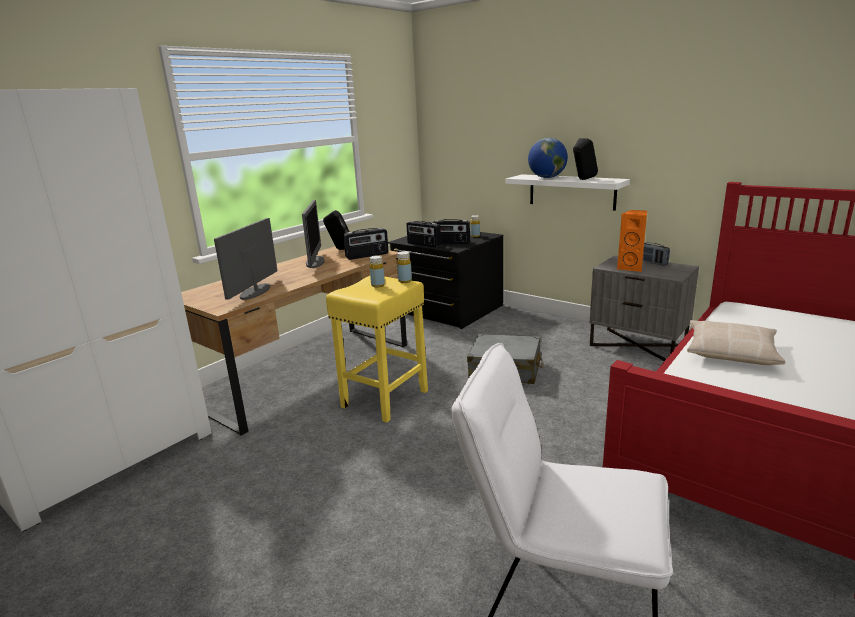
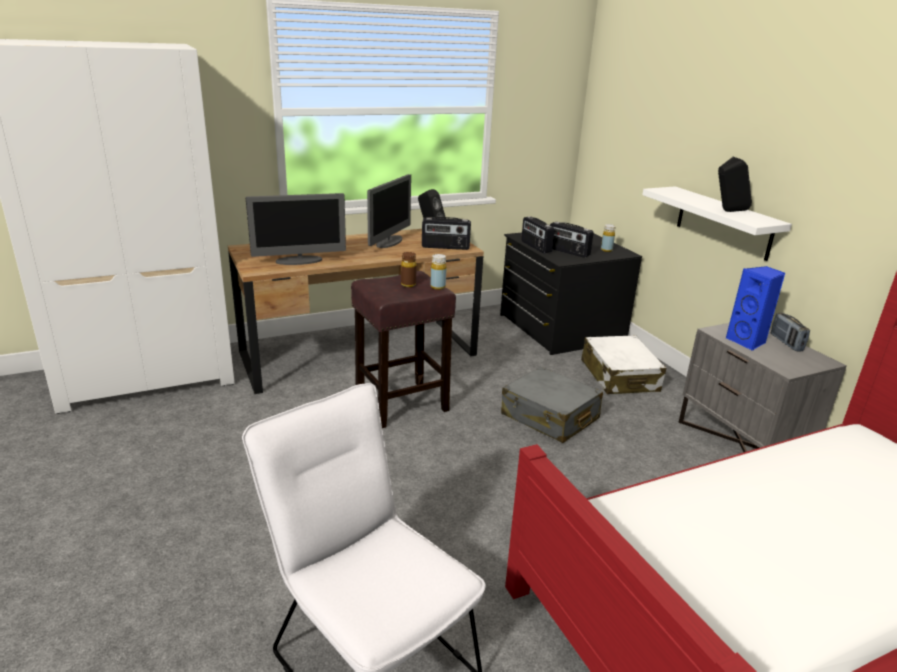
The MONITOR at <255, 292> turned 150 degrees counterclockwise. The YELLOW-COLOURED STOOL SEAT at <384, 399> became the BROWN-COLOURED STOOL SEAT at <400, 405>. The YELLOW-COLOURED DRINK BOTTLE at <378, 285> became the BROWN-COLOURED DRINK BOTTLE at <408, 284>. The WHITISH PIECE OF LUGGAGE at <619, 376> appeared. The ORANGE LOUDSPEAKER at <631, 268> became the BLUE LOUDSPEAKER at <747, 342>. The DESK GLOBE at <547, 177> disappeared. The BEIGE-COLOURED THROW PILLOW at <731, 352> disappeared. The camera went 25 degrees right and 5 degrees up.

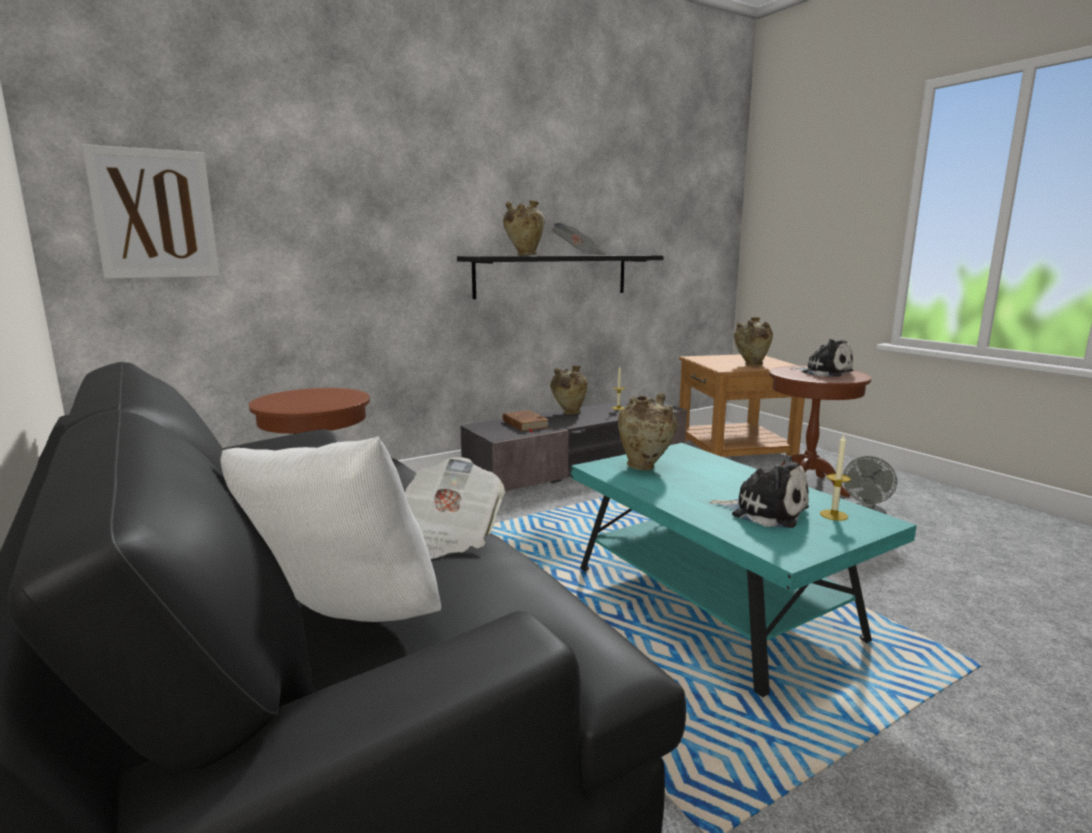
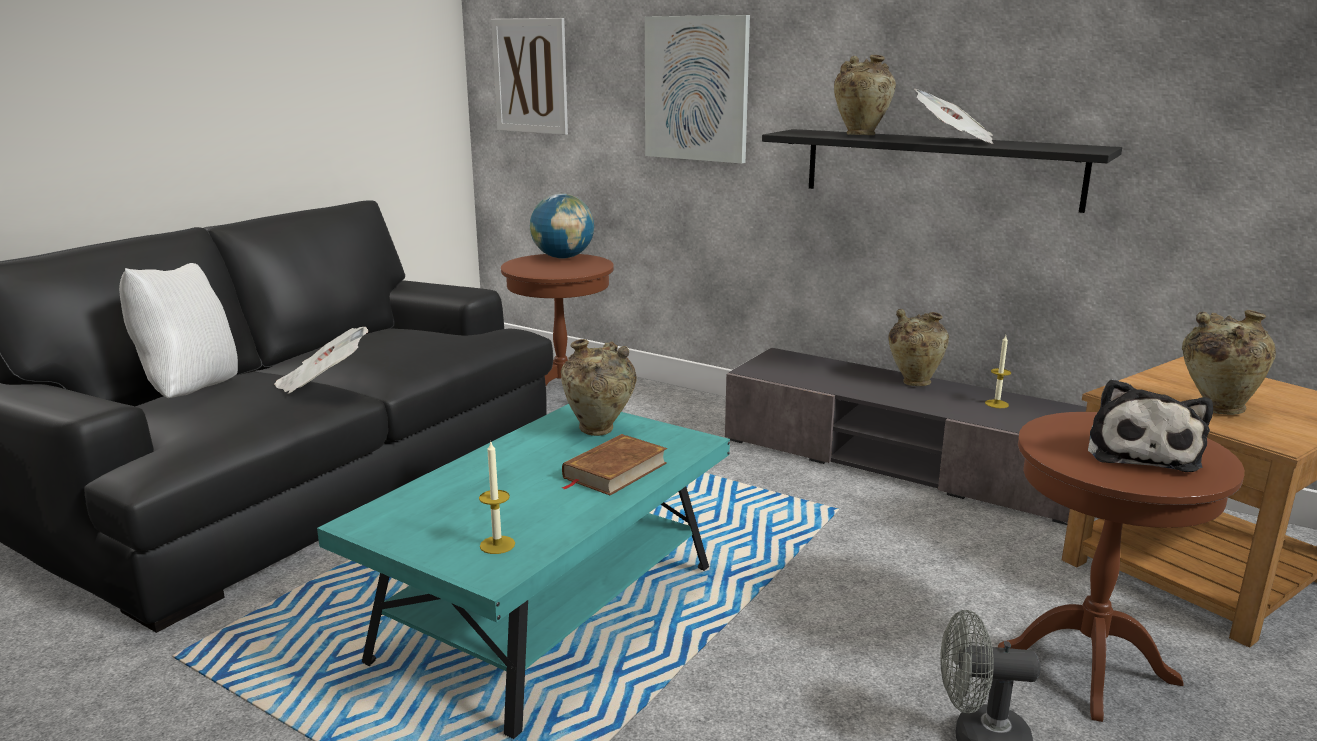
The DESK GLOBE at <563, 257> appeared. The BROWN-COLOURED BOUND BOOK moved from <525, 424> to <614, 470>. The WALL PICTURE at <697, 89> appeared. The SOFT TOY at <764, 511> disappeared. The camera went 65 degrees right and 5 degrees up.

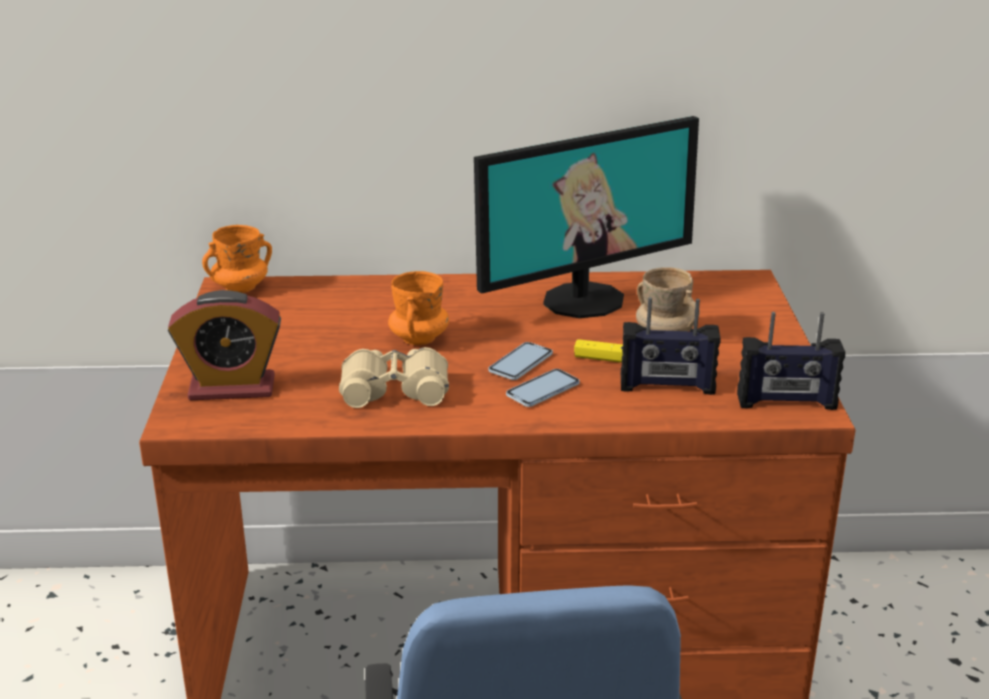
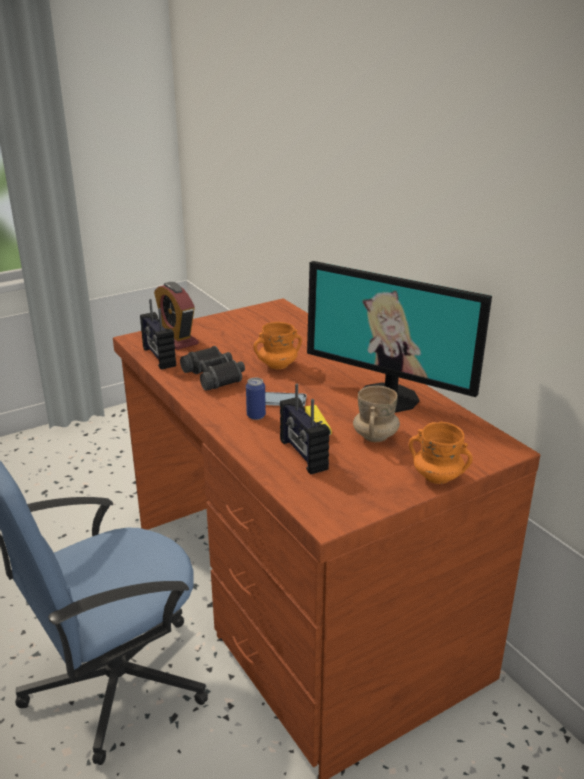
The RADIO moved from <786, 402> to <158, 357>. The BEIGE-COLOURED FIELD GLASSES at <395, 388> became the BLACK-COLOURED FIELD GLASSES at <215, 376>. The TELEPHONE at <543, 390> was replaced by the CAN at <256, 416>. The ORANGE TEA MUG moved from <240, 288> to <437, 477>. The camera went 60 degrees right and 0 degrees up.

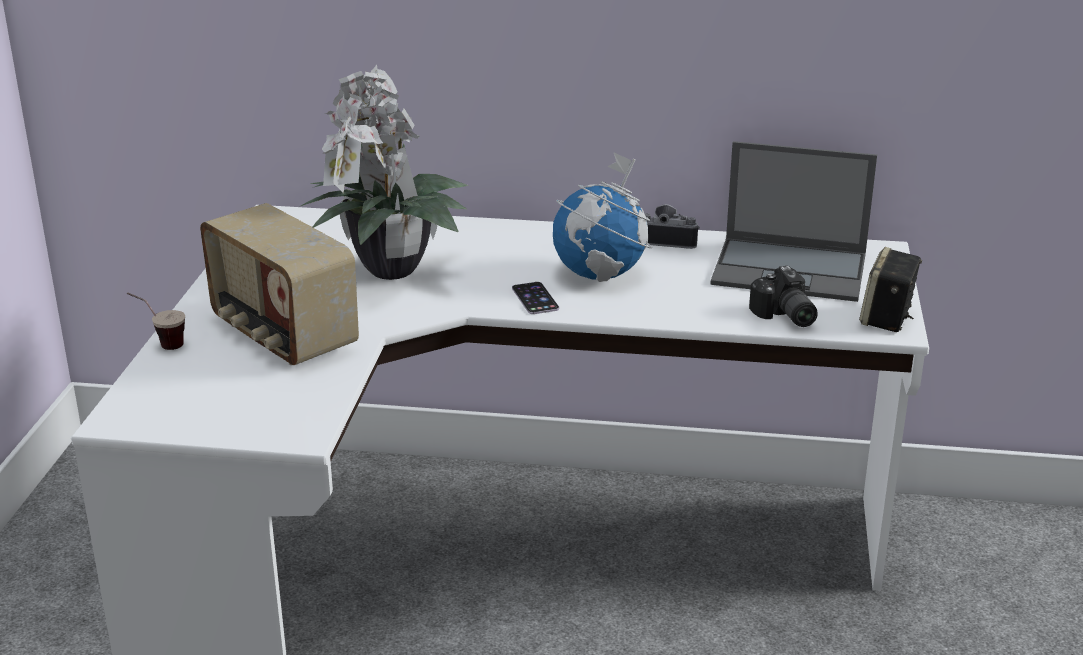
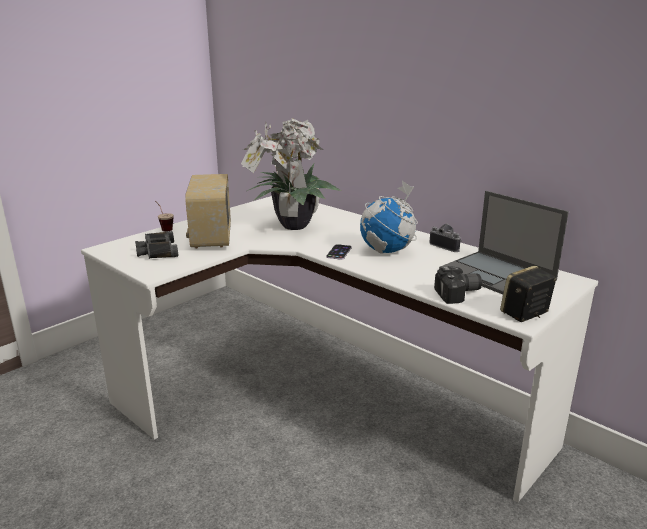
The BLACK-COLOURED FIELD GLASSES at <157, 251> appeared. The STILL CAMERA at <784, 316> turned 120 degrees counterclockwise. The camera went 35 degrees right and 5 degrees down.

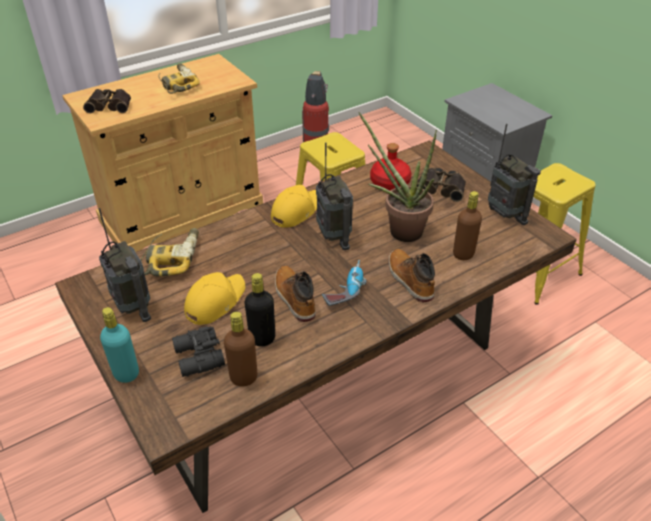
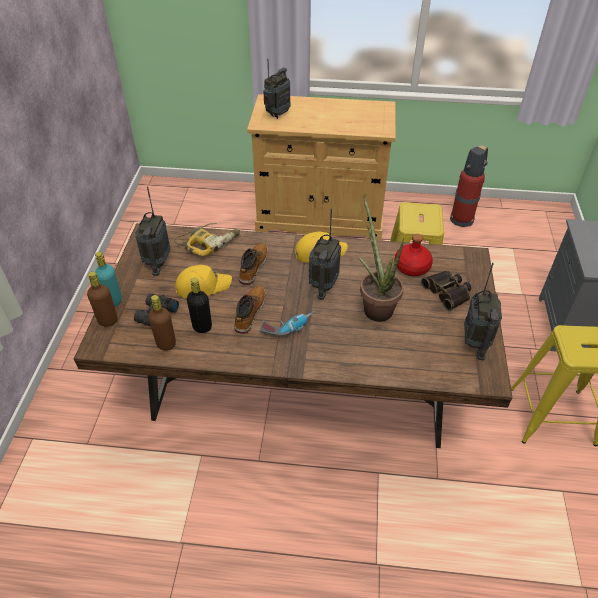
The BROWN-COLOURED DRINK BOTTLE moved from <463, 254> to <108, 320>. The BOOT moved from <409, 280> to <253, 267>. The FIELD GLASSES at <110, 105> was replaced by the RADIO at <278, 114>. The ELECTRIC DRILL at <177, 84> disappeared. The camera went 40 degrees right and 5 degrees up.

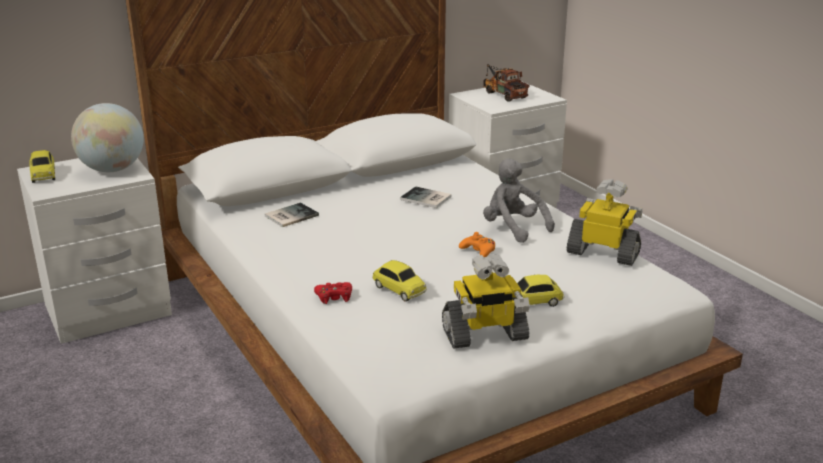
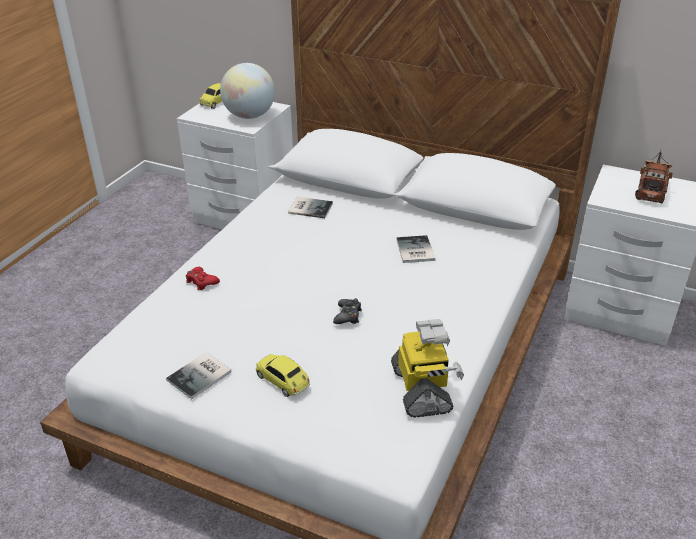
The TOY ROBOT at <484, 335> was replaced by the BOUND BOOK at <201, 376>. The ORANGE JOYPAD at <478, 250> became the BLACK-COLOURED JOYPAD at <348, 316>. The TOY CAR at <398, 289> disappeared. The GREYISH SOFT TOY at <513, 228> disappeared. The camera went 55 degrees right and 10 degrees up.

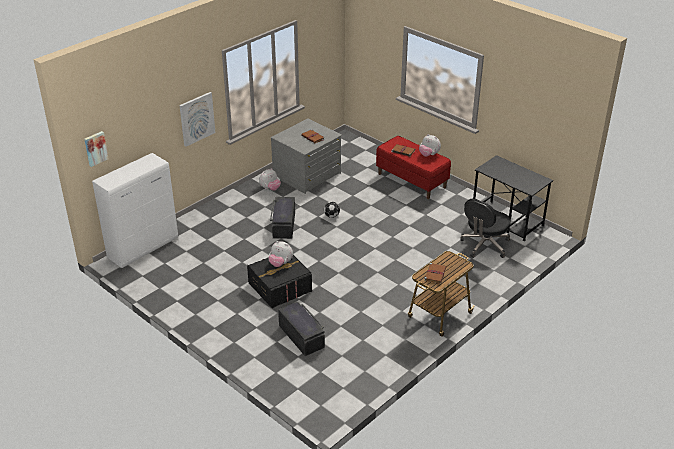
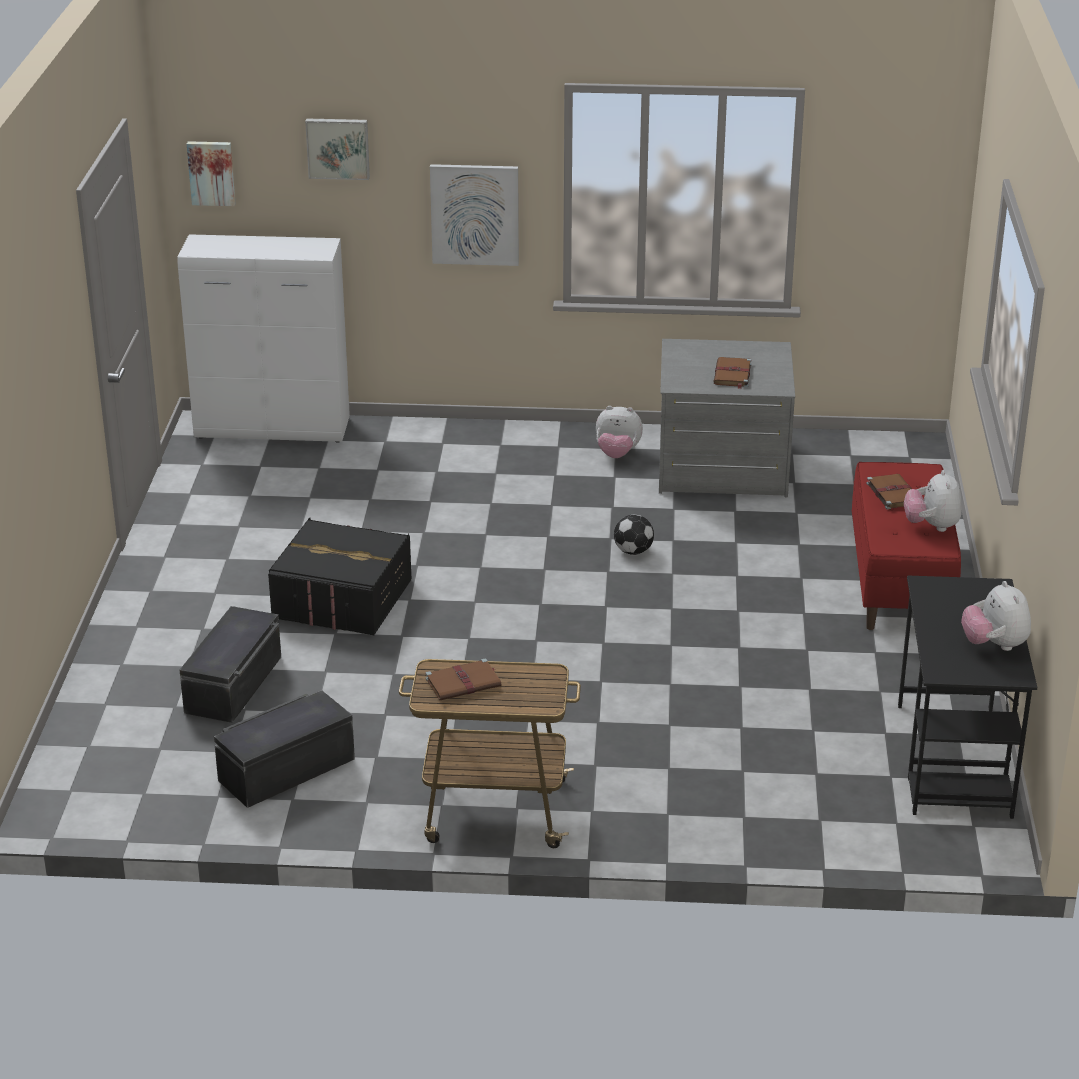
The BLACK-COLOURED STORAGE CONTAINER moved from <283, 225> to <285, 769>. The WALL PICTURE at <338, 148> appeared. The SOFT TOY moved from <280, 263> to <994, 645>. The BLACK-COLOURED DESK CHAIR at <484, 245> disappeared. The camera went 50 degrees right and 5 degrees down.

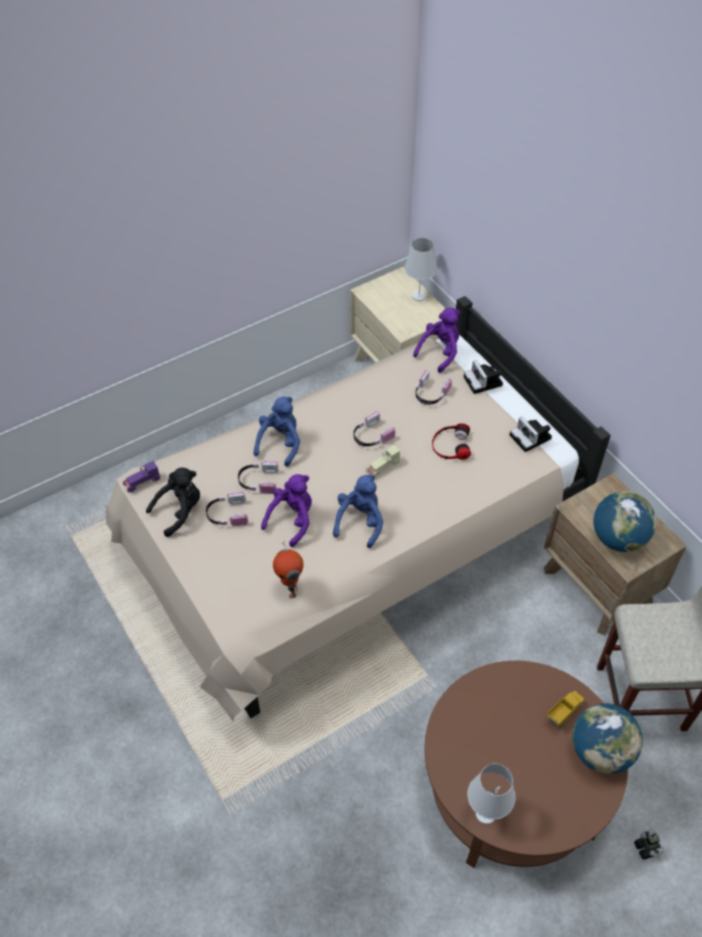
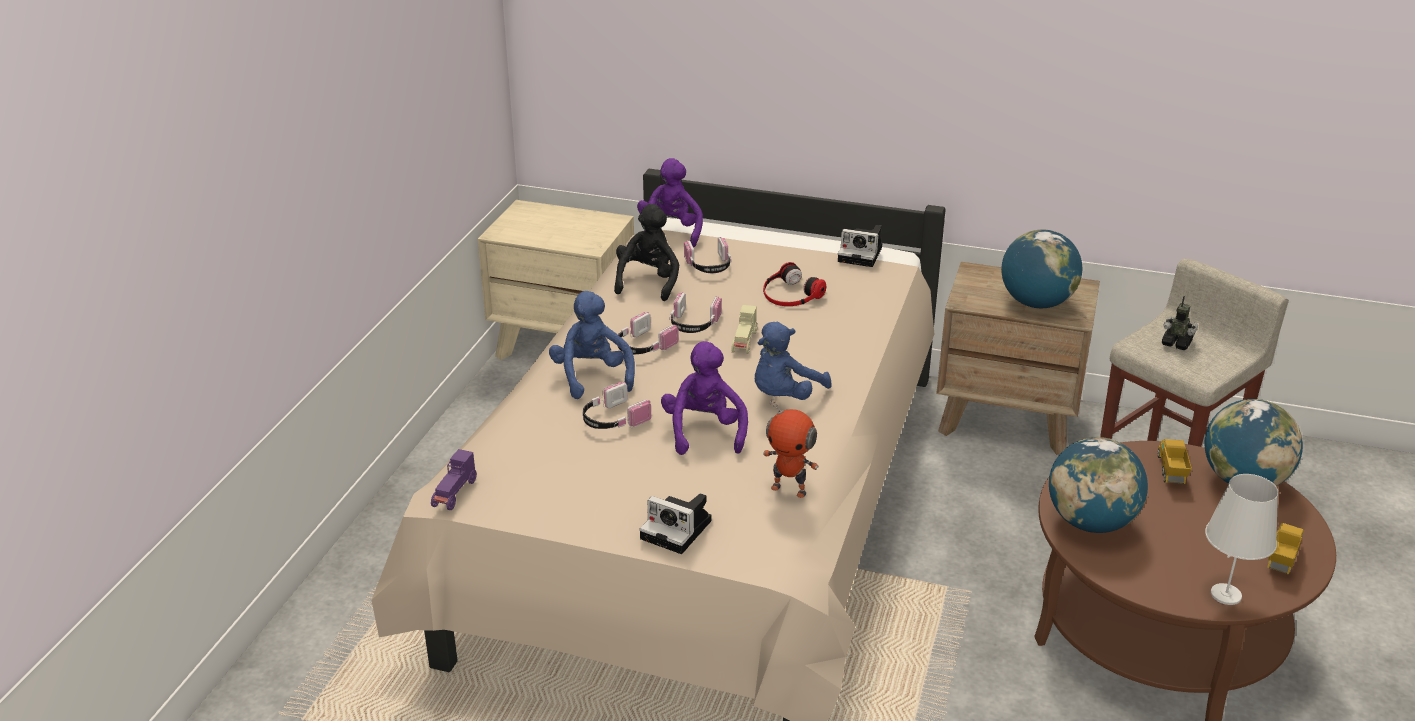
The BLACK-COLOURED SOFT TOY moved from <180, 511> to <648, 282>. The HEADPHONES moved from <226, 514> to <643, 346>. The STILL CAMERA moved from <484, 382> to <679, 530>. The BLUE SOFT TOY at <360, 521> turned 120 degrees counterclockwise. The DESK GLOBE at <1091, 522> appeared. The TOY ROBOT moved from <647, 848> to <1176, 343>. The TOY TRUCK at <1282, 559> appeared. The WHITISH LAMP FOR A TABLE at <418, 296> disappeared. The camera went 40 degrees left and 20 degrees down.

